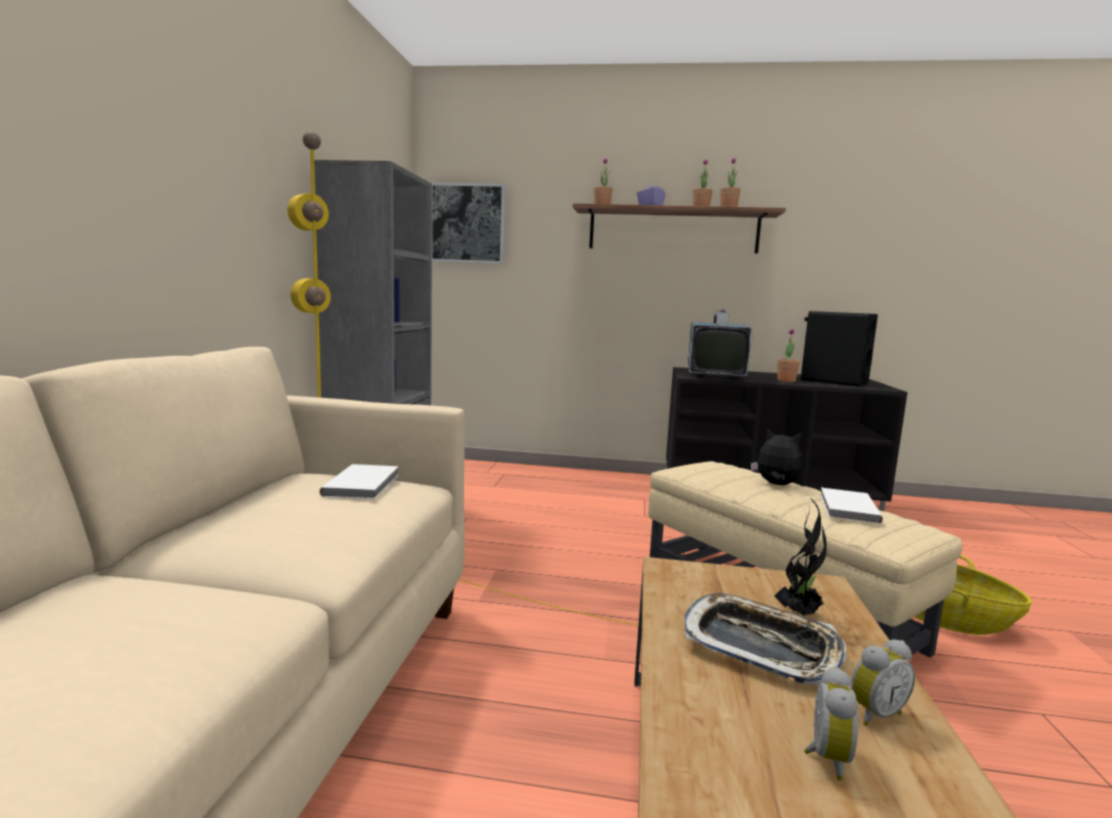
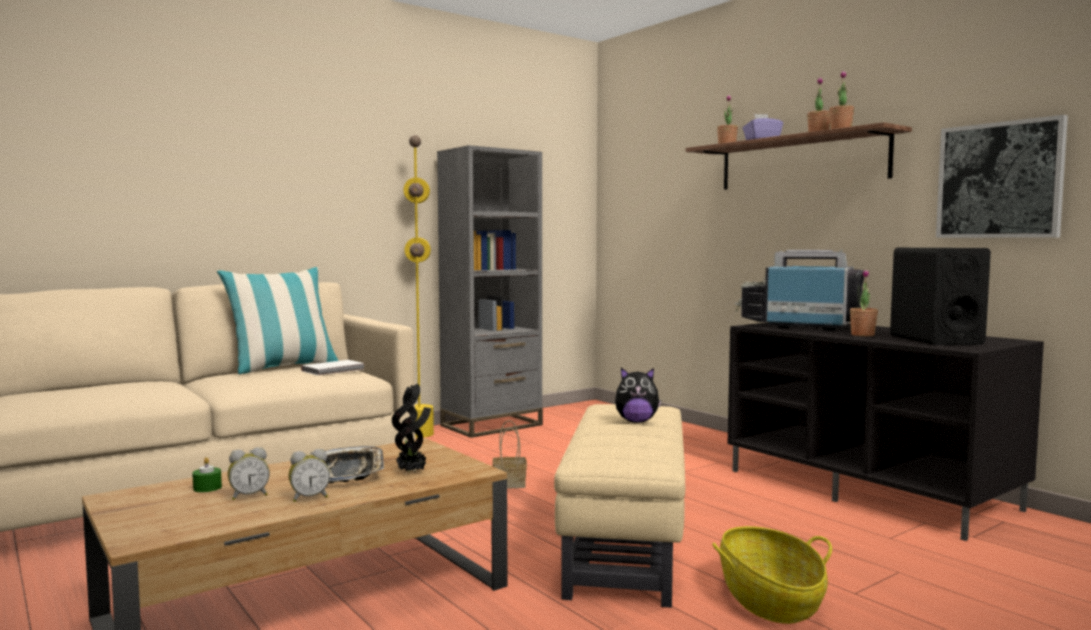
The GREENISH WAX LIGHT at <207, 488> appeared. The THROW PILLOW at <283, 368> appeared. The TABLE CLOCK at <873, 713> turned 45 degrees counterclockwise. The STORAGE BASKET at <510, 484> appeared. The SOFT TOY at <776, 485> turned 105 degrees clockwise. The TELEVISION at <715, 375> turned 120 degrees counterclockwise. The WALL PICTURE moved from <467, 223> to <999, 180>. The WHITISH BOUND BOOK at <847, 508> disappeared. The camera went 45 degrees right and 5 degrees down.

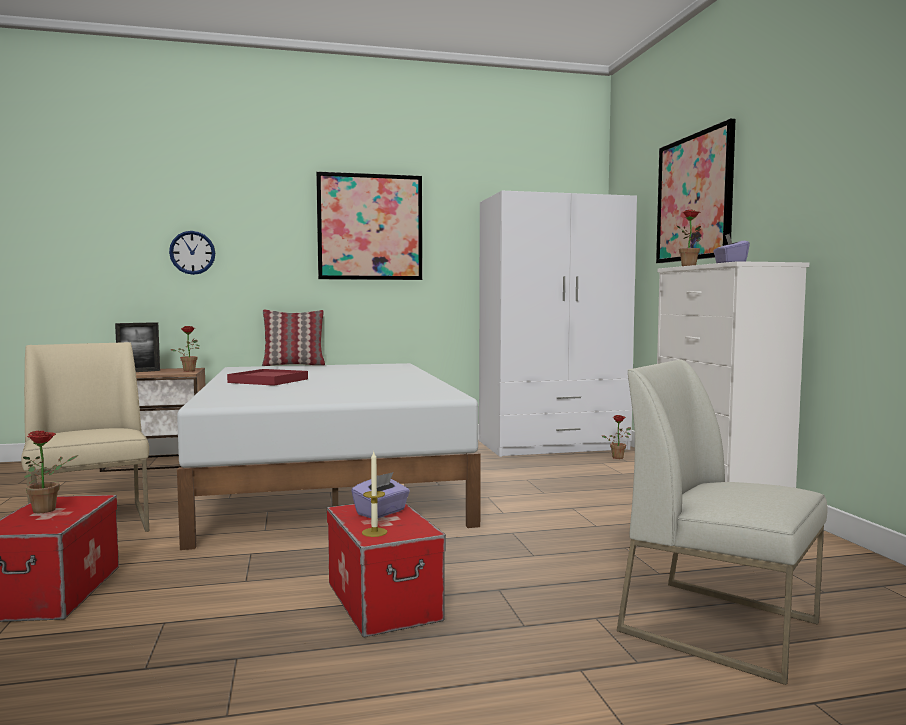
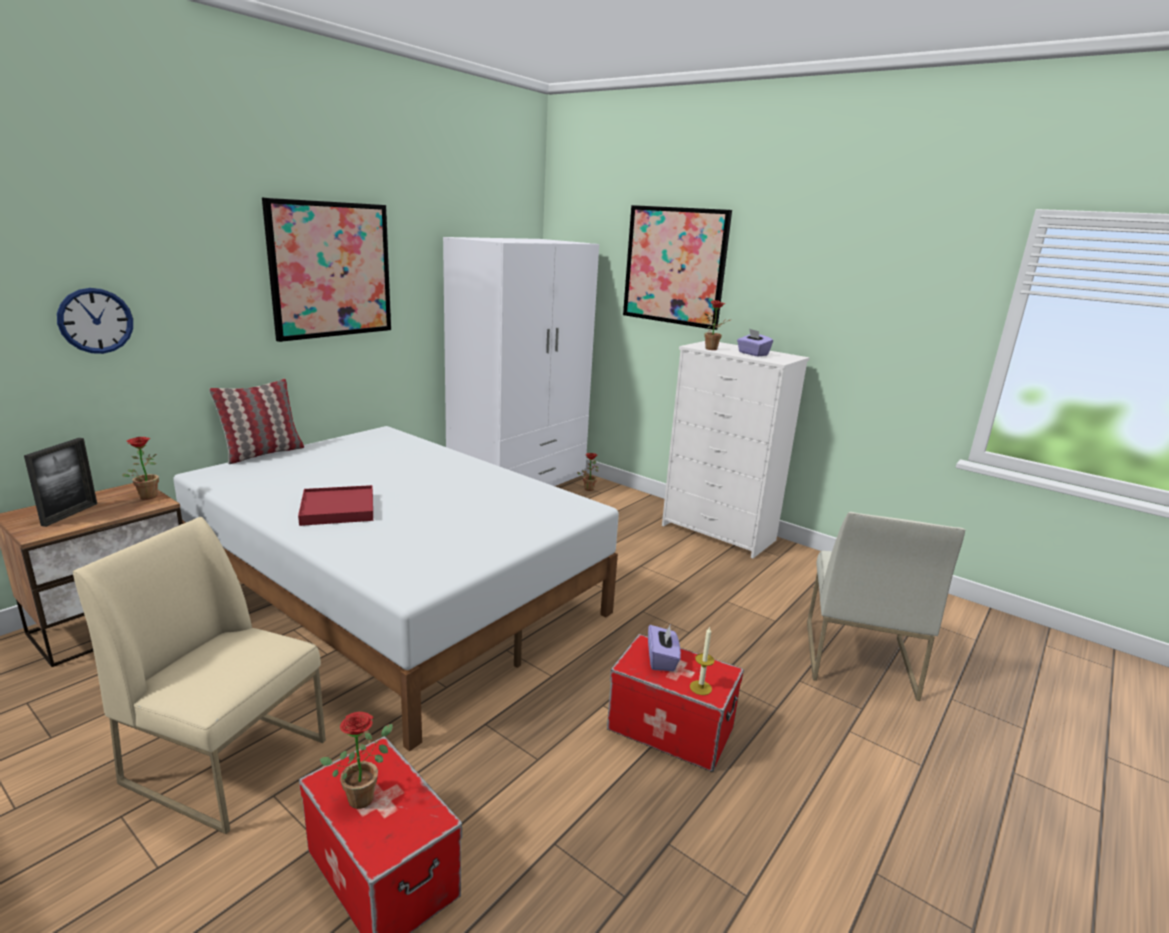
The WHITISH PLAIN CHAIR at <721, 626> turned 75 degrees counterclockwise. The camera went 40 degrees left and 15 degrees up.

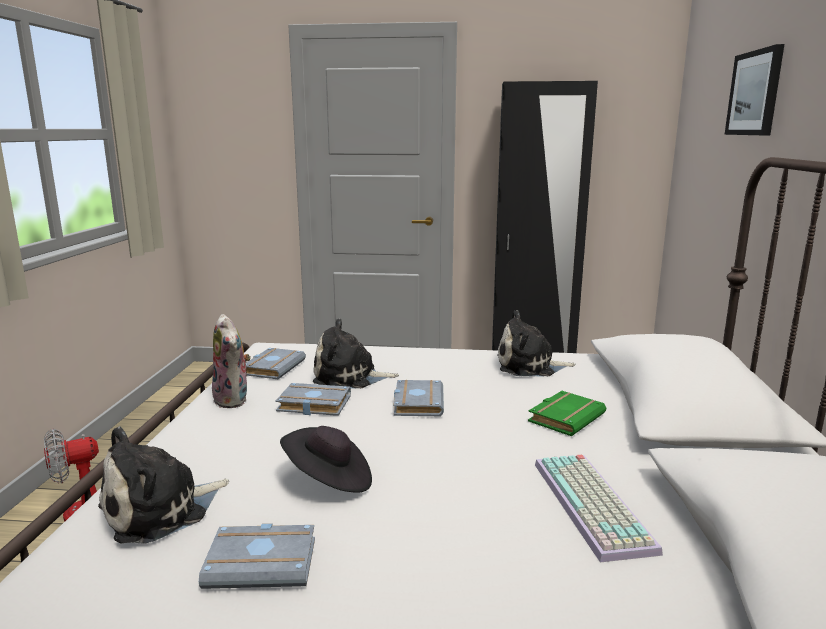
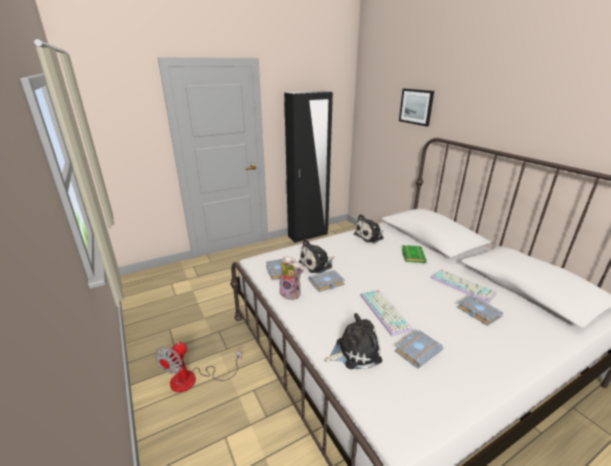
The SOFT TOY at <161, 510> turned 120 degrees counterclockwise. The BLACK-COLOURED HAT at <329, 480> was replaced by the PC KEYBOARD at <386, 312>. The GREYISH BOUND BOOK moved from <416, 402> to <477, 312>. The camera went 35 degrees left and 10 degrees up.

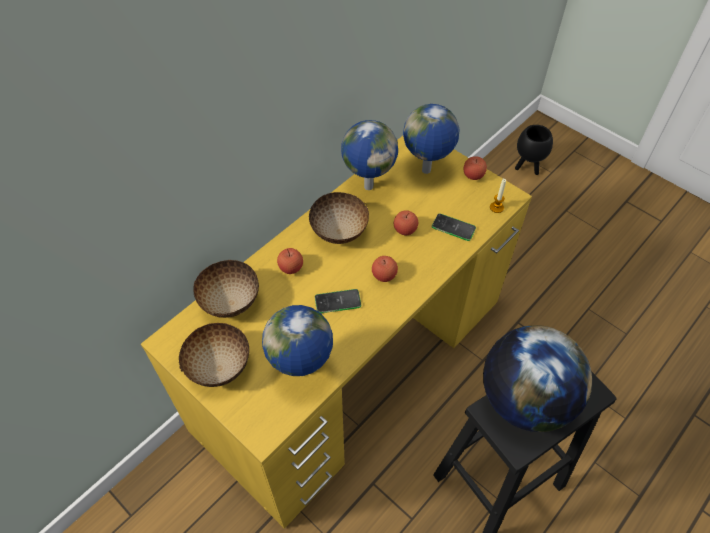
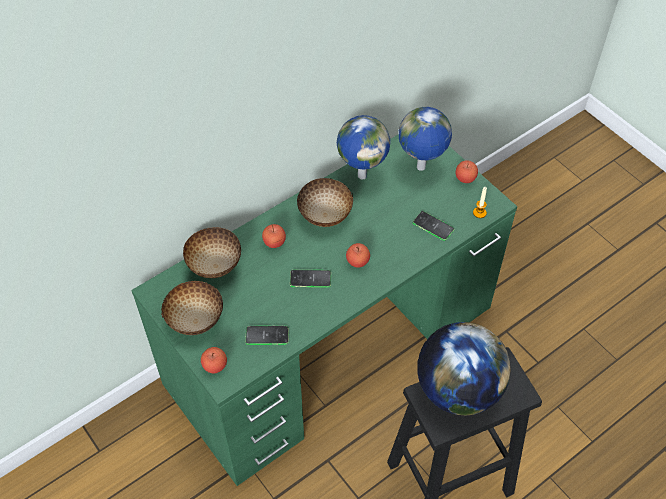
The YELLOW-COLOURED DESK TABLE at <354, 362> became the GREENISH DESK TABLE at <332, 345>. The WHOLE APPLE moved from <405, 230> to <215, 365>. The DESK GLOBE at <303, 372> was replaced by the TELEPHONE at <267, 335>. The BLACK-COLOURED PLANT POT at <528, 167> disappeared. The camera went 10 degrees right and 0 degrees up.

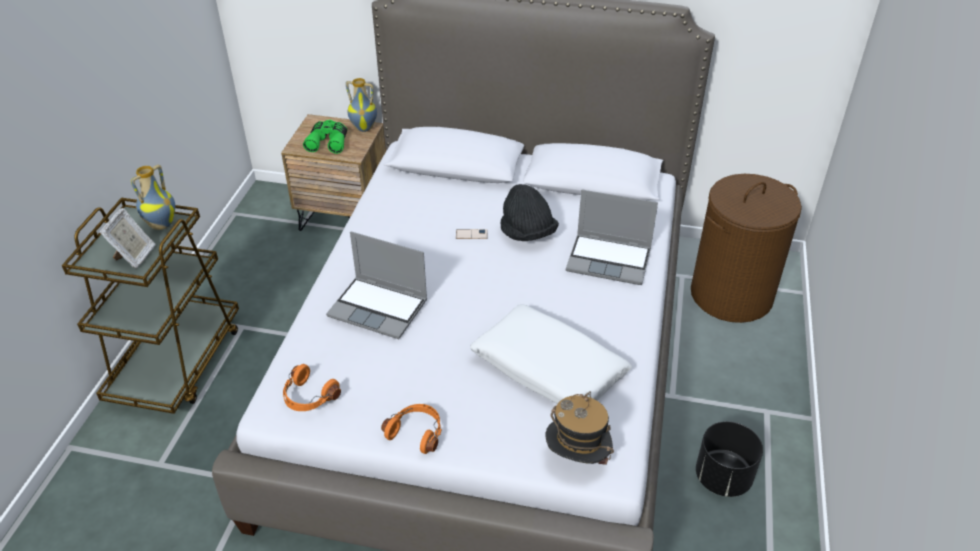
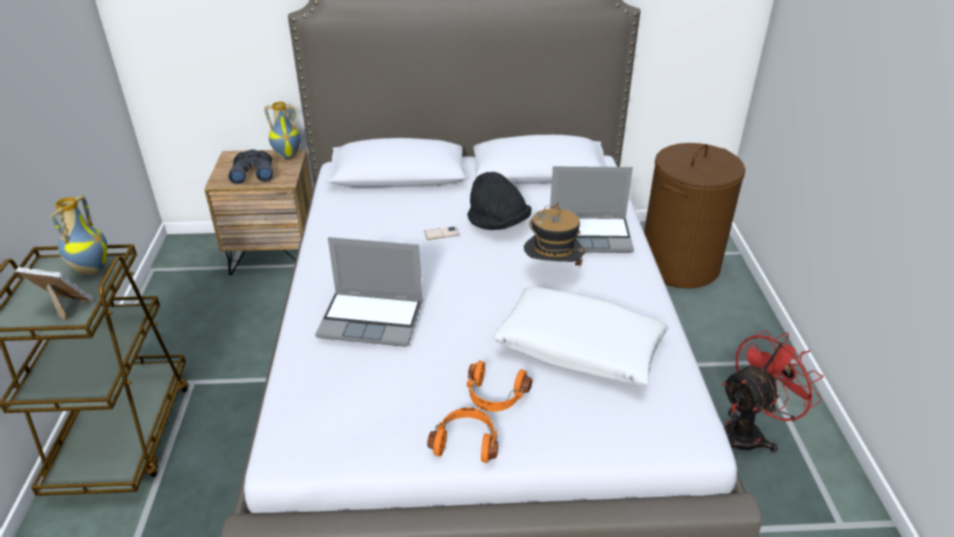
The PICTURE FRAME at <134, 256> turned 75 degrees counterclockwise. The GREENISH FIELD GLASSES at <328, 142> became the GREYISH FIELD GLASSES at <253, 173>. The ORANGE HEADPHONES moved from <308, 397> to <495, 396>. The HAT moved from <576, 460> to <552, 272>. The BLACK-COLOURED PLANT POT at <722, 477> was replaced by the RED-COLOURED COOLING FAN at <748, 433>. The camera went 15 degrees left and 5 degrees down.

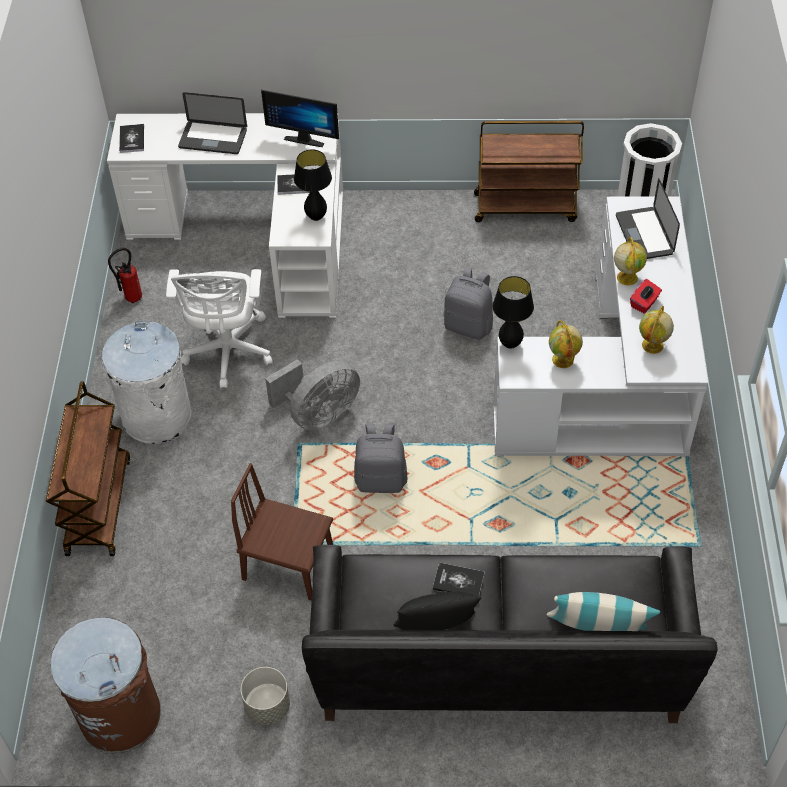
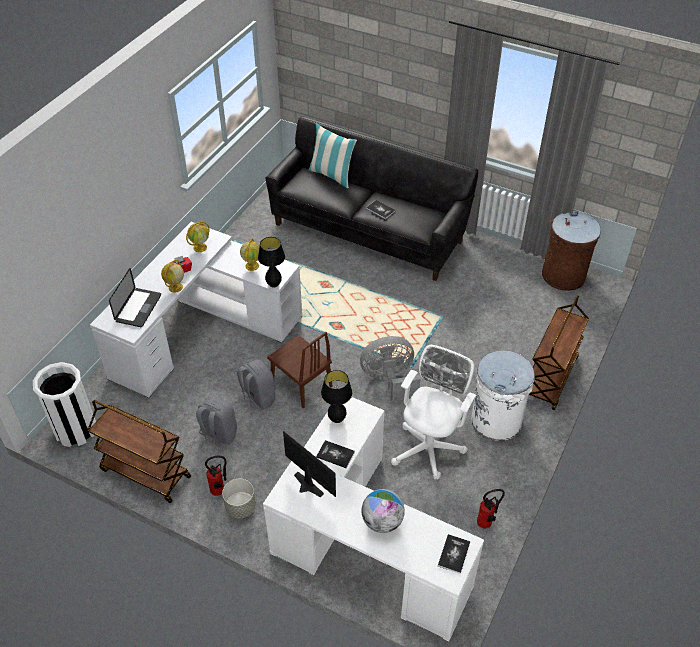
The GREYISH RUCKSACK moved from <381, 479> to <217, 435>. The FIRE-FIGHTING CYLINDER at <220, 491> appeared. The GREYISH PLANT POT moved from <267, 707> to <241, 507>. The BROWN-COLOURED PLAIN CHAIR moved from <288, 564> to <301, 383>. The LAPTOP at <213, 139> was replaced by the DESK GLOBE at <382, 521>. The BLACK-COLOURED THROW PILLOW at <436, 628> disappeared. The camera went 155 degrees left and 5 degrees down.

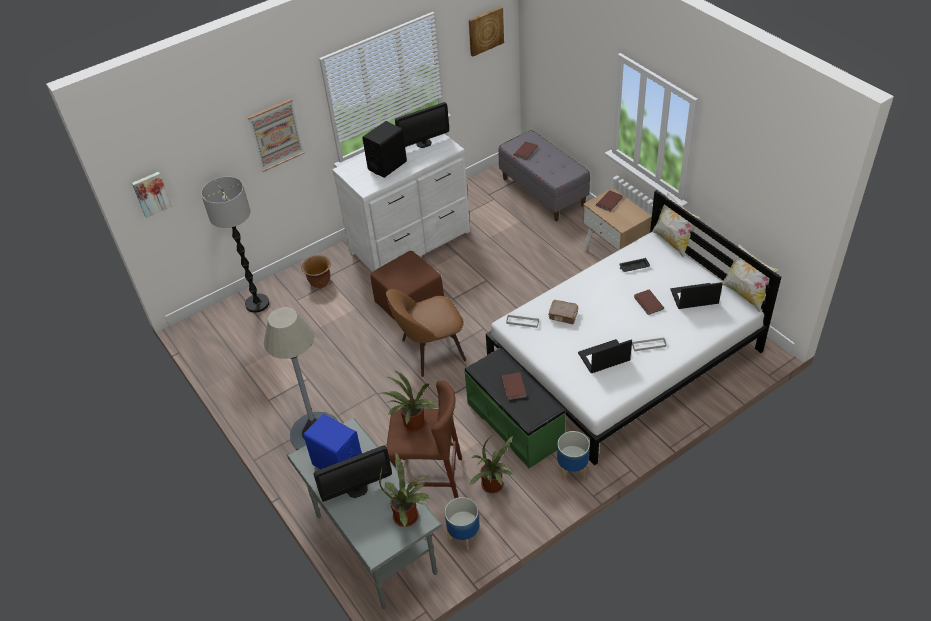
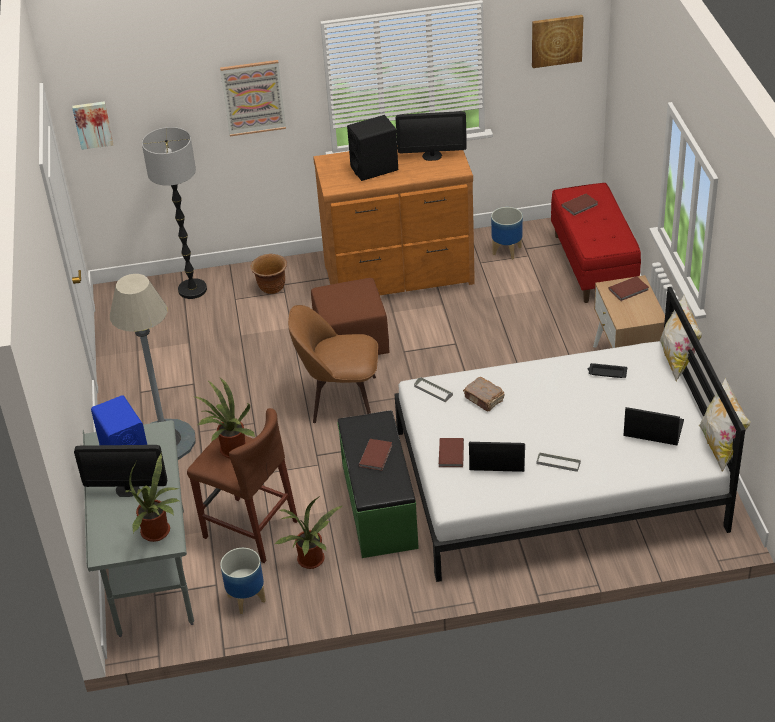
The WHITISH CHEST OF DRAWERS at <411, 242> became the BROWN-COLOURED CHEST OF DRAWERS at <399, 275>. The BROWN-COLOURED BOUND BOOK moved from <648, 303> to <450, 454>. The PLANT POT moved from <573, 469> to <507, 251>. The GREYISH LONG SEAT at <543, 192> became the RED-COLOURED LONG SEAT at <593, 265>. The camera went 25 degrees right and 5 degrees down.

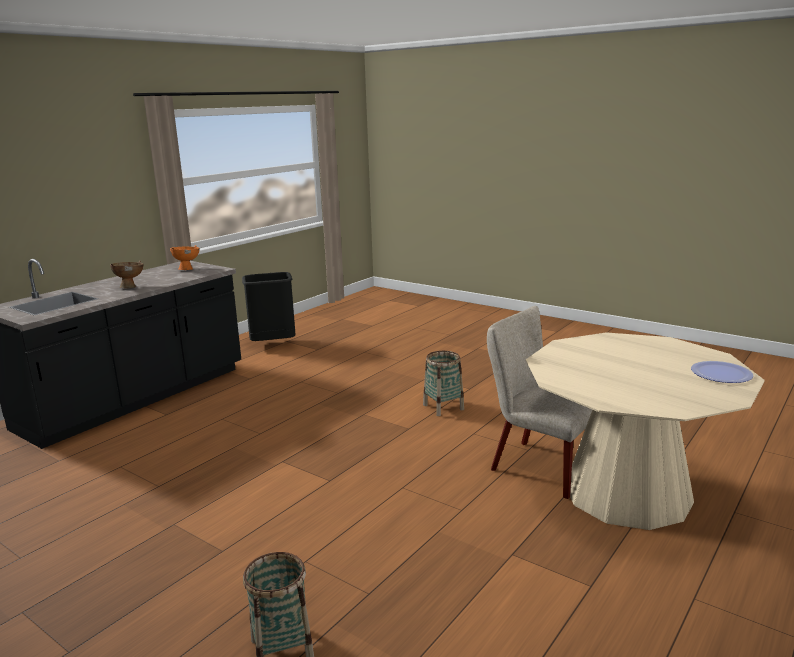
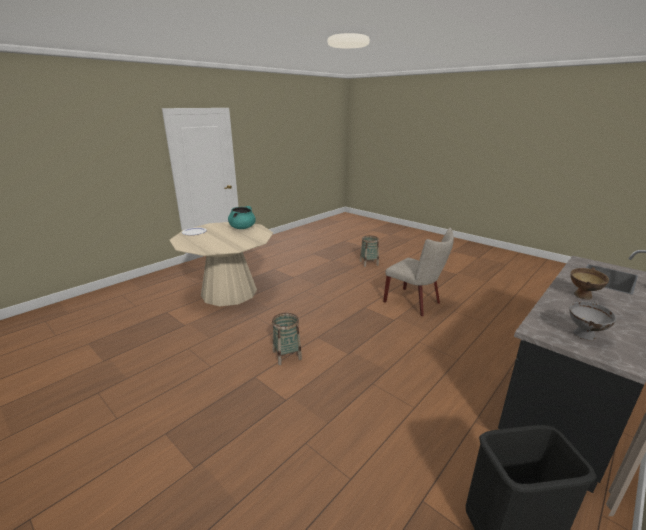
The BLUE-GREEN STOCKPOT at <242, 228> appeared. The BEIGE-COLOURED PLAIN CHAIR moved from <537, 465> to <415, 303>. The ORANGE SERVING BOWL at <188, 269> became the GREYISH SERVING BOWL at <584, 337>. The camera went 175 degrees left and 5 degrees up.

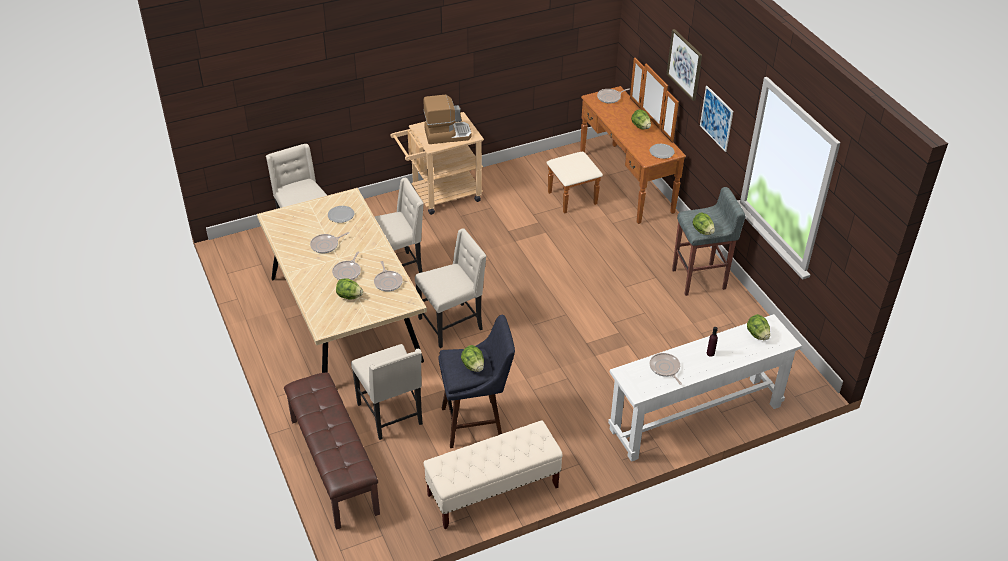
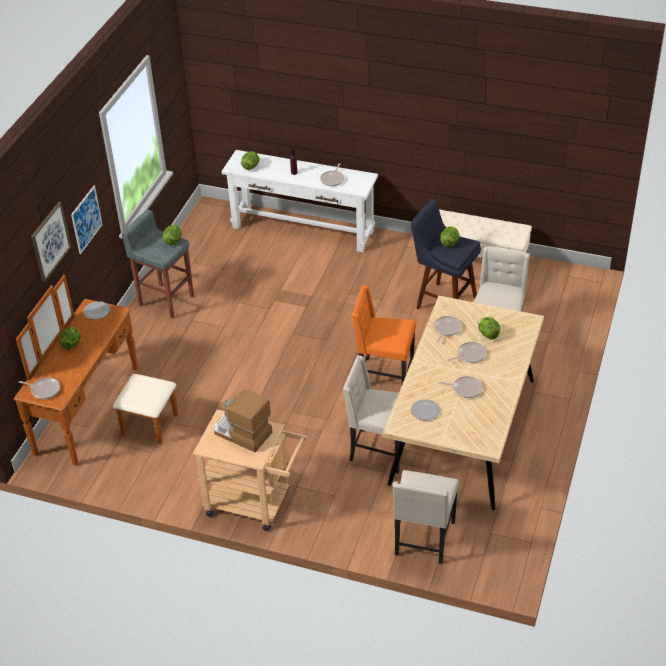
The BEIGE-COLOURED PLAIN CHAIR at <452, 324> became the ORANGE PLAIN CHAIR at <384, 376>. The BROWN-COLOURED LONG SEAT at <333, 465> disappeared. The camera went 135 degrees left and 0 degrees up.

